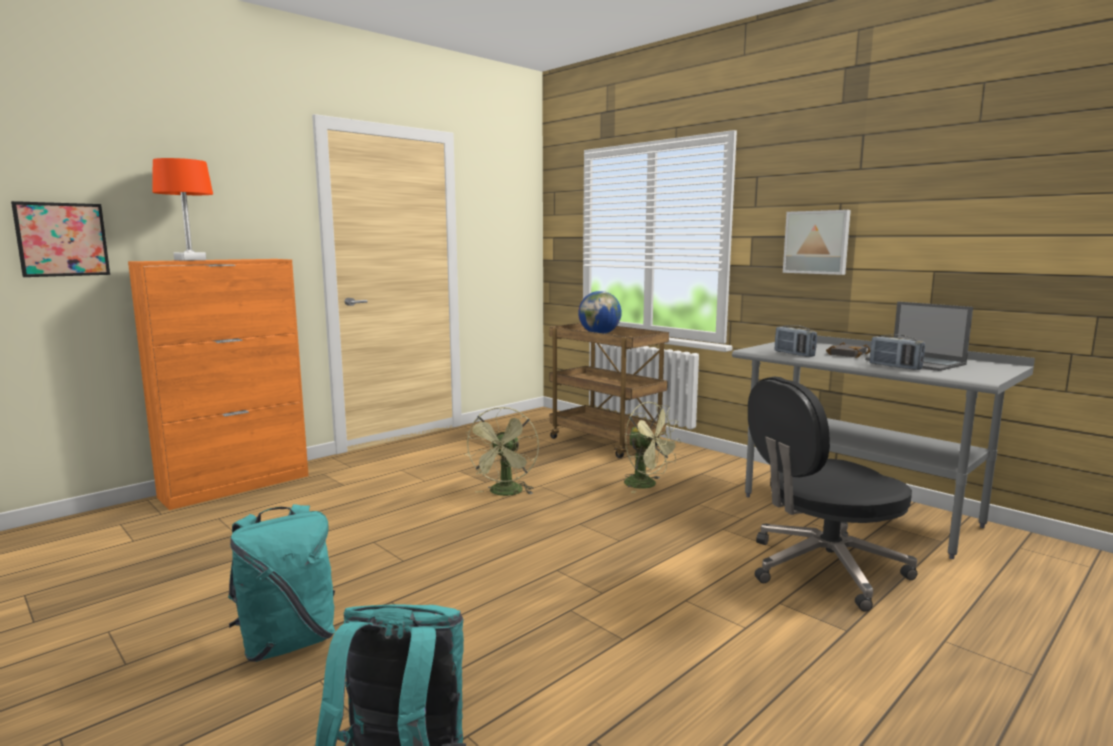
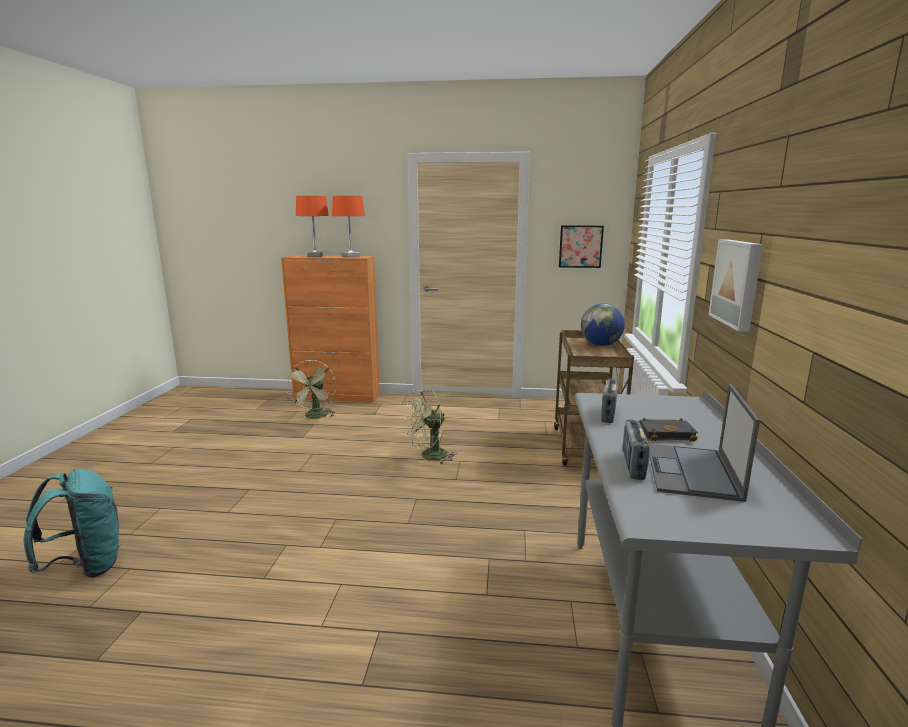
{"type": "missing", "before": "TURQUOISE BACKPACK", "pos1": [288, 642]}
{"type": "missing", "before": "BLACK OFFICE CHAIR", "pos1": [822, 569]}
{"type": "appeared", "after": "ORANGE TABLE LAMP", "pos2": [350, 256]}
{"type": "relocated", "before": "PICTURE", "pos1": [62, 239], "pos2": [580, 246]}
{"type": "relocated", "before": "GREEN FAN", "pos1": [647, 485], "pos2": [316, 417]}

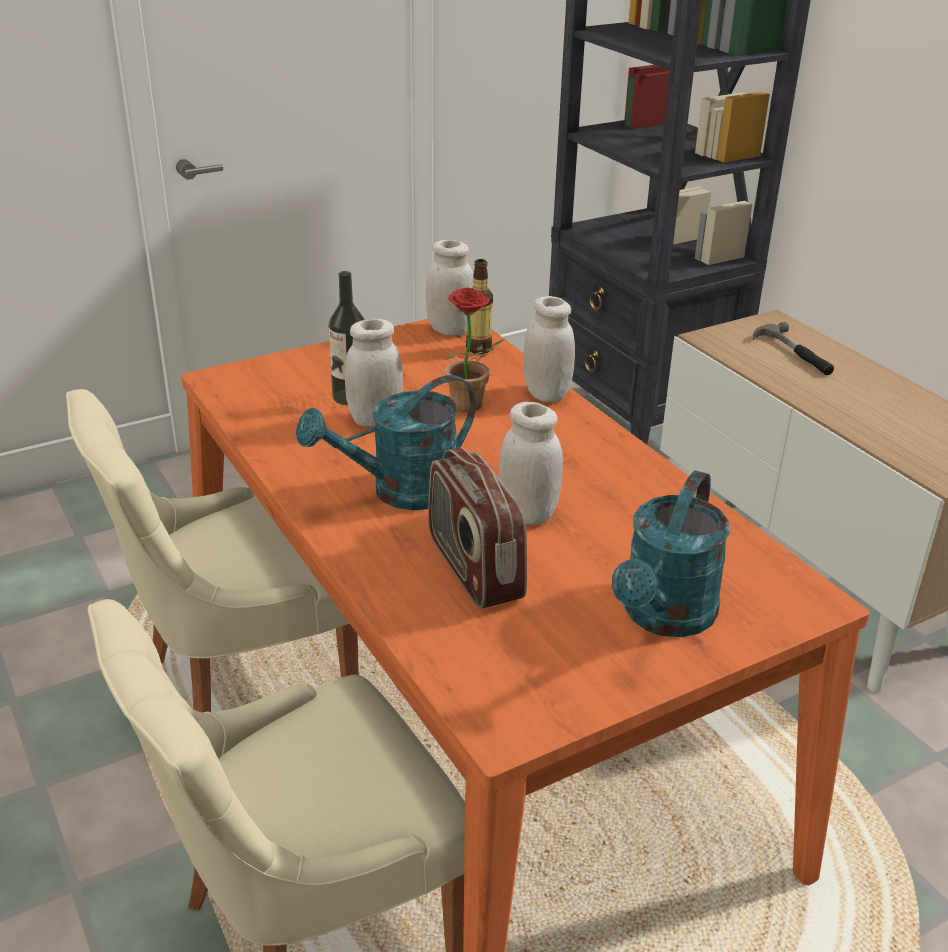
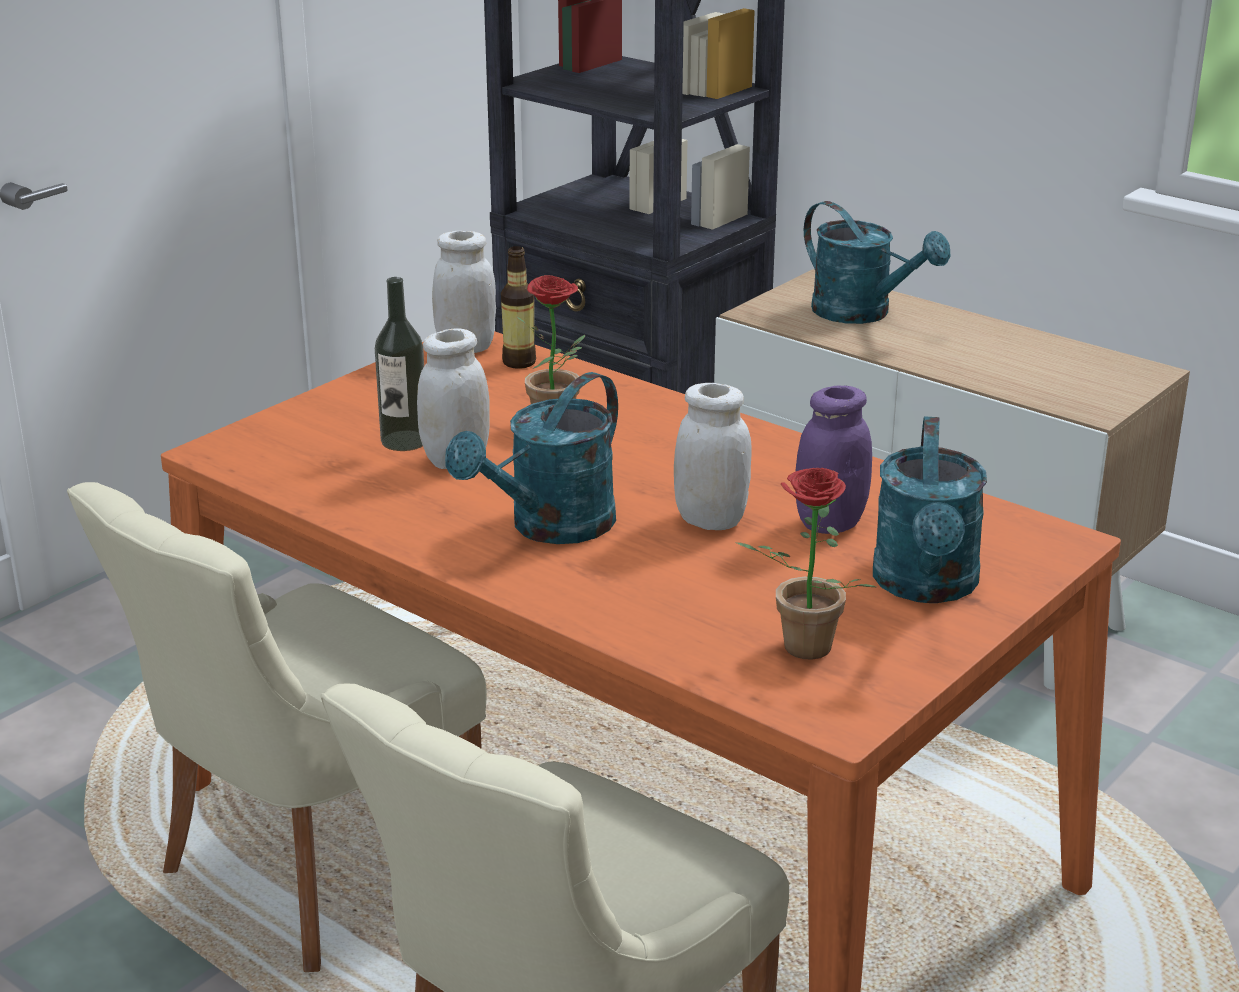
{"type": "missing", "before": "RADIO", "pos1": [473, 568]}
{"type": "missing", "before": "WHITE JAR", "pos1": [546, 394]}
{"type": "appeared", "after": "POTTED PLANT", "pos2": [799, 650]}
{"type": "appeared", "after": "PURPLE JAR", "pos2": [830, 523]}
{"type": "exchanged", "before": "HAMMER", "after": "TURQUOISE WATERING CAN", "pos1": [793, 353], "pos2": [863, 314]}

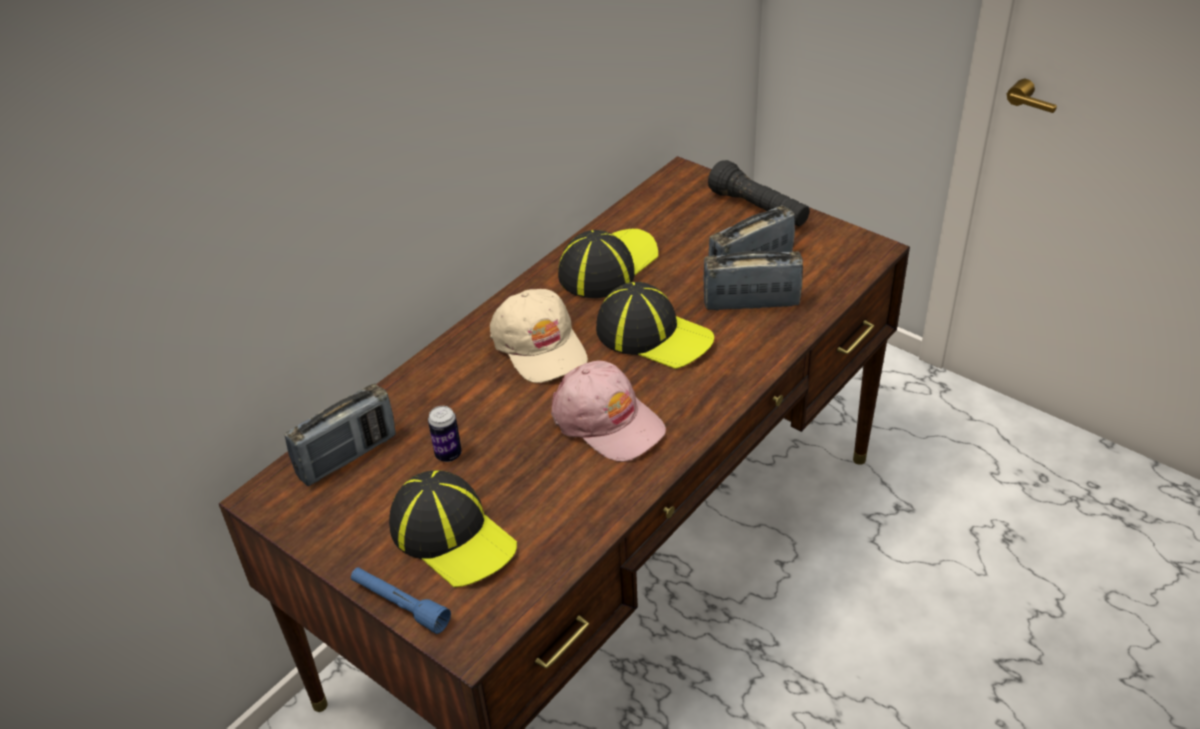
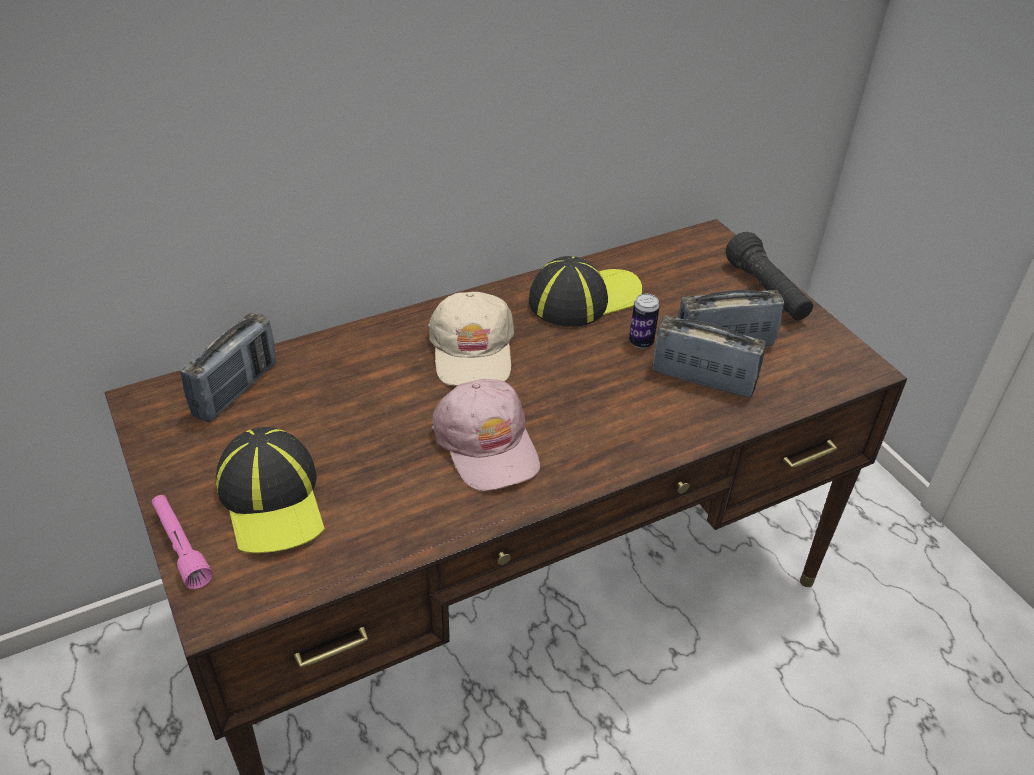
{"type": "missing", "before": "CAP", "pos1": [653, 335]}
{"type": "relocated", "before": "CAN", "pos1": [448, 454], "pos2": [641, 342]}
{"type": "colour", "before": "BLUE FLASHLIGHT", "after": "PINK FLASHLIGHT", "pos1": [400, 605], "pos2": [181, 547]}
{"type": "spun", "before": "RADIO", "pos1": [347, 456], "pos2": [236, 390], "turn": -45}

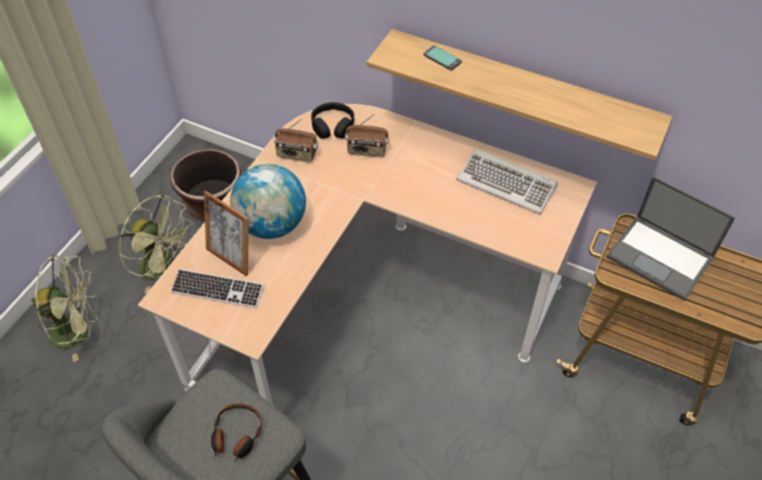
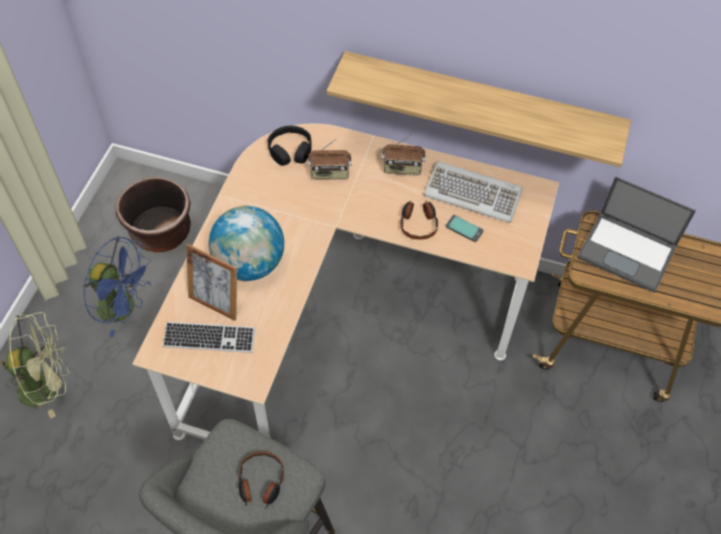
{"type": "appeared", "after": "HEADPHONES", "pos2": [418, 223]}
{"type": "relocated", "before": "RADIO", "pos1": [297, 155], "pos2": [402, 168]}
{"type": "relocated", "before": "PHONE", "pos1": [442, 58], "pos2": [464, 228]}
{"type": "colour", "before": "GREEN FAN", "after": "BLUE FAN", "pos1": [164, 268], "pos2": [124, 308]}

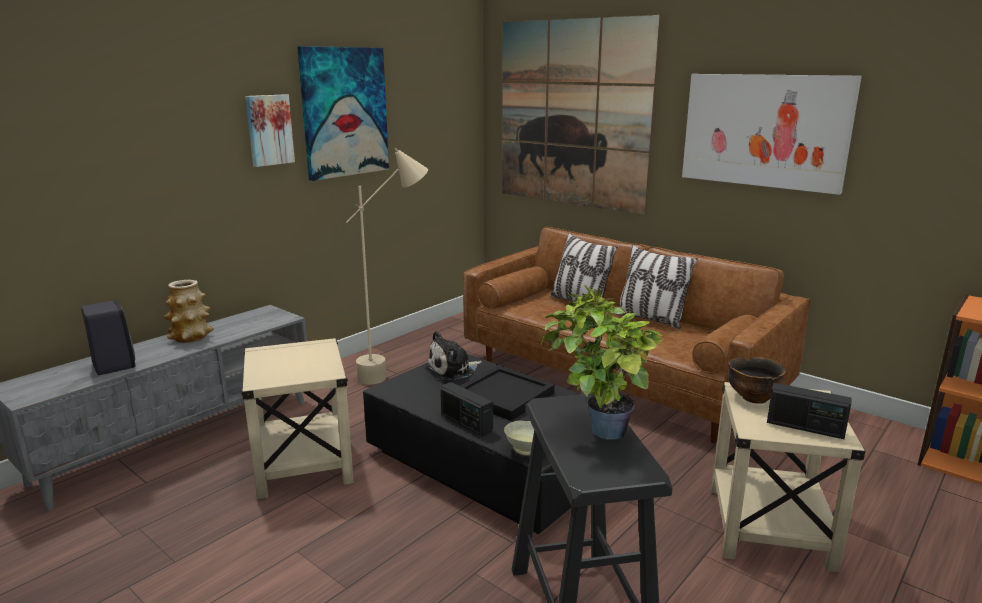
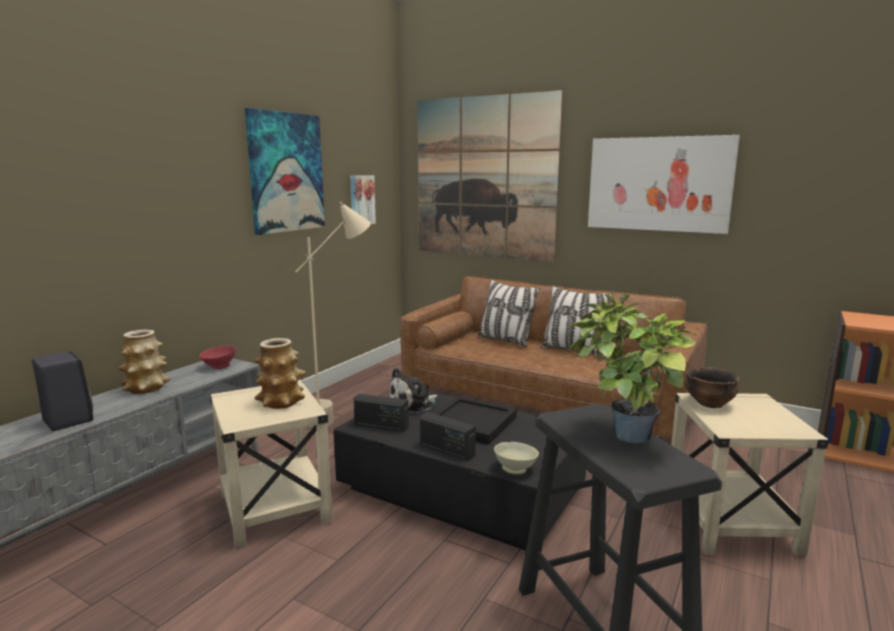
{"type": "appeared", "after": "RED BOWL", "pos2": [219, 366]}
{"type": "appeared", "after": "VASE", "pos2": [281, 402]}
{"type": "relocated", "before": "PICTURE", "pos1": [269, 130], "pos2": [361, 200]}
{"type": "relocated", "before": "RADIO", "pos1": [805, 427], "pos2": [381, 426]}

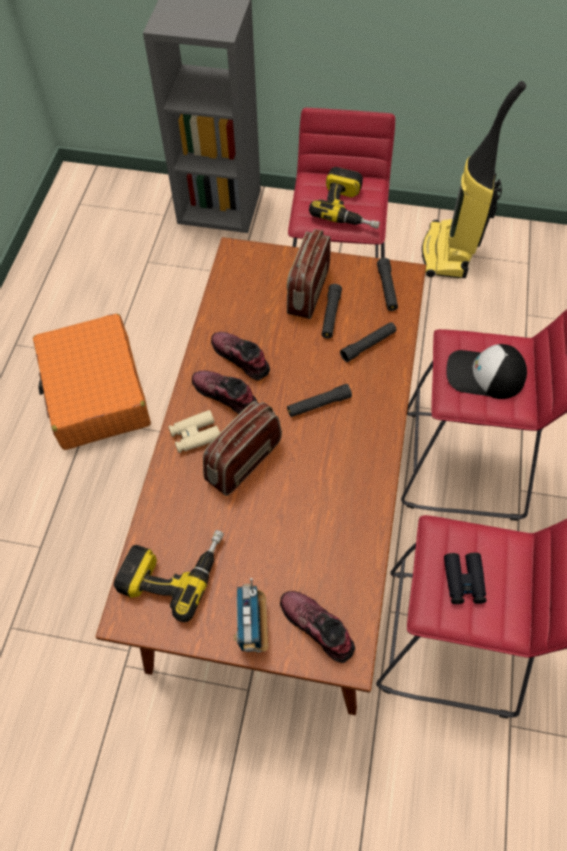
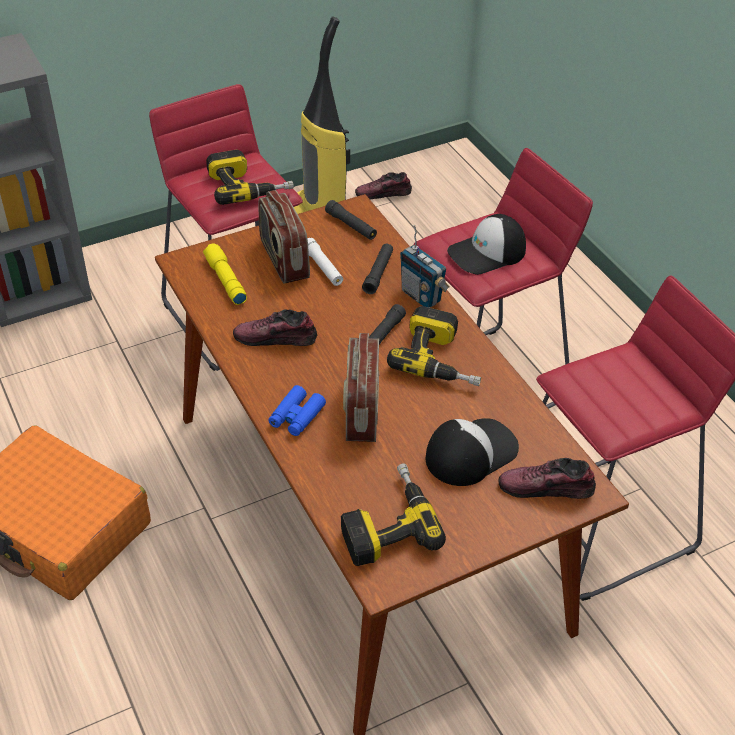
{"type": "missing", "before": "BLACK BINOCULARS", "pos1": [464, 581]}
{"type": "appeared", "after": "YELLOW FLASHLIGHT", "pos2": [225, 280]}
{"type": "appeared", "after": "POWER DRILL", "pos2": [441, 359]}
{"type": "appeared", "after": "CAP", "pos2": [470, 452]}
{"type": "relocated", "before": "SHOE", "pos1": [225, 396], "pos2": [383, 194]}
{"type": "relocated", "before": "RADIO", "pos1": [251, 629], "pos2": [421, 296]}
{"type": "colour", "before": "BEIGE BINOCULARS", "after": "BLUE BINOCULARS", "pos1": [195, 435], "pos2": [296, 416]}
{"type": "colour", "before": "BLACK FLASHLIGHT", "after": "WHITE FLASHLIGHT", "pos1": [330, 315], "pos2": [323, 267]}

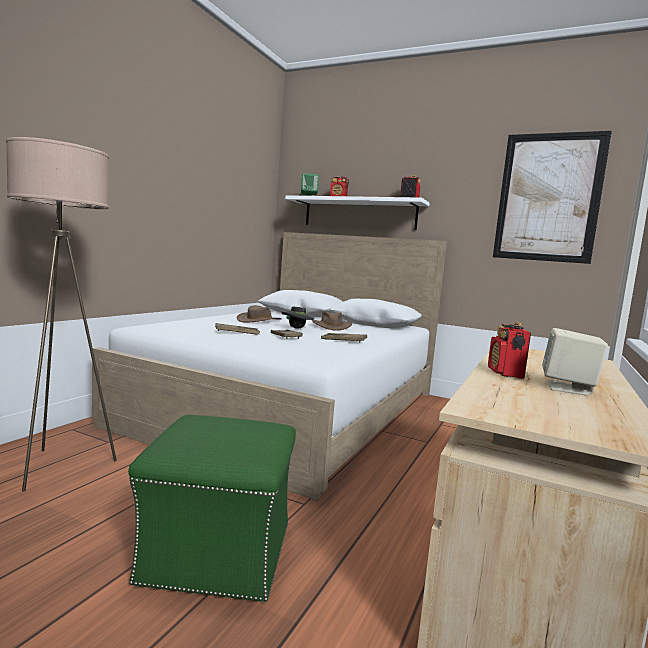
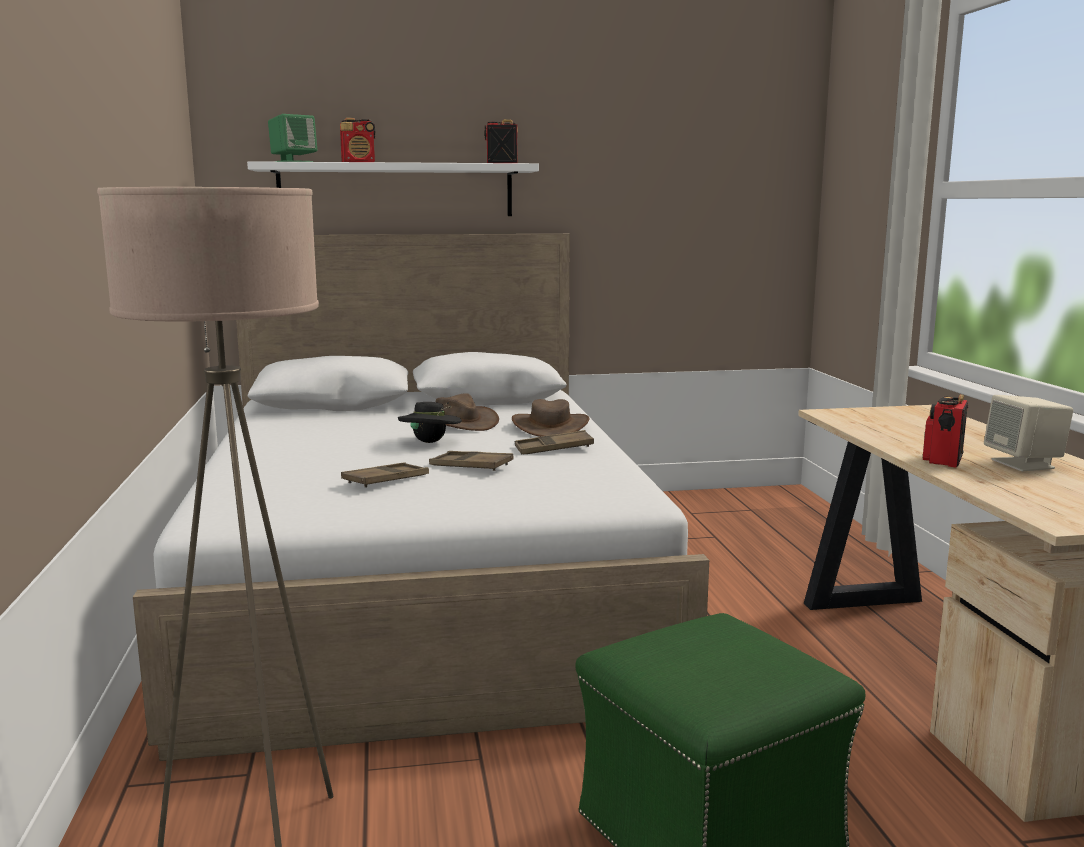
{"type": "missing", "before": "PICTURE", "pos1": [548, 198]}
{"type": "relocated", "before": "BROWN HAT", "pos1": [259, 320], "pos2": [550, 427]}
{"type": "spun", "before": "RADIO", "pos1": [505, 373], "pos2": [942, 460], "turn": 60}

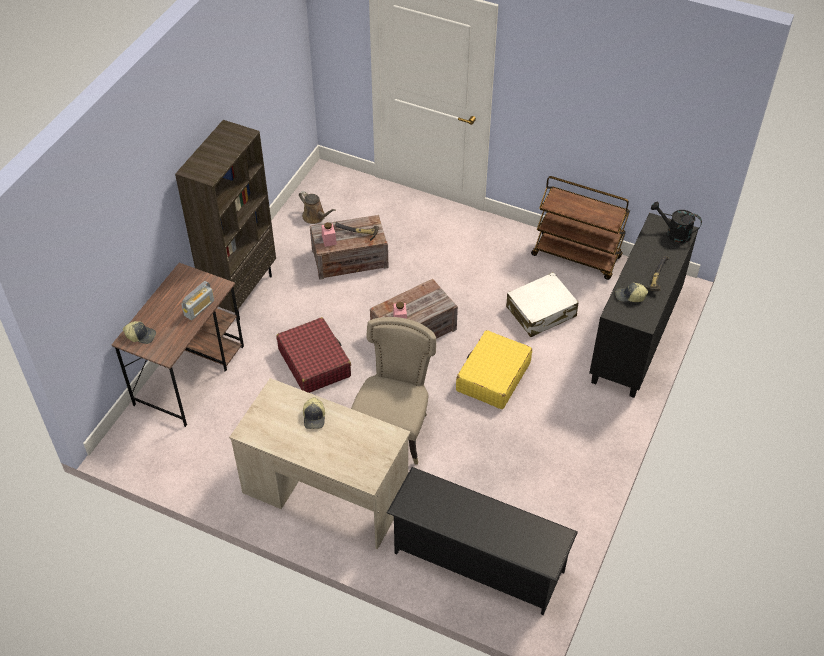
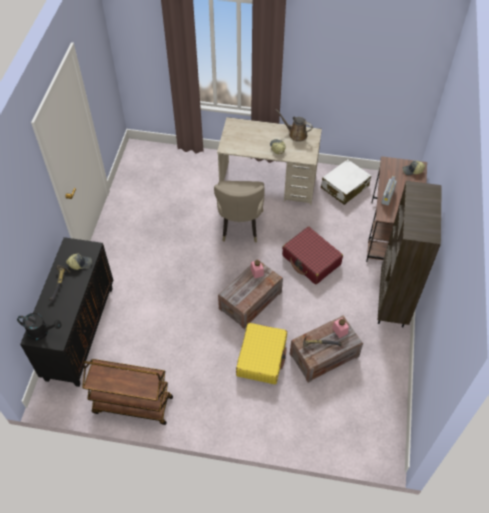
{"type": "missing", "before": "BLACK SHOE RACK", "pos1": [477, 561]}
{"type": "relocated", "before": "BROWN WATERING CAN", "pos1": [315, 217], "pos2": [296, 134]}
{"type": "relocated", "before": "YELLOW SUITCASE", "pos1": [493, 377], "pos2": [262, 357]}
{"type": "relocated", "before": "WHITE SUITCASE", "pos1": [541, 312], "pos2": [344, 187]}

